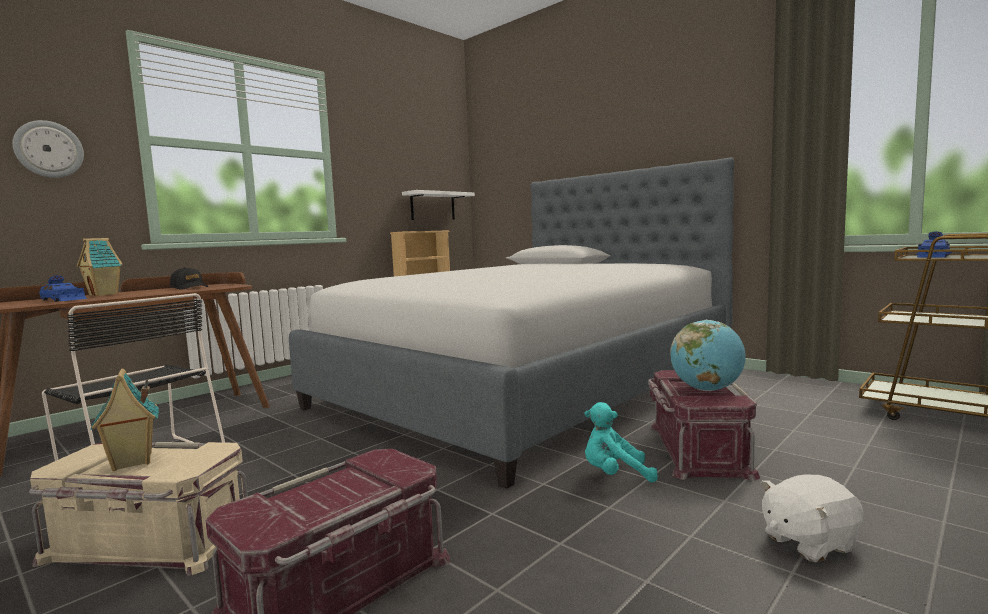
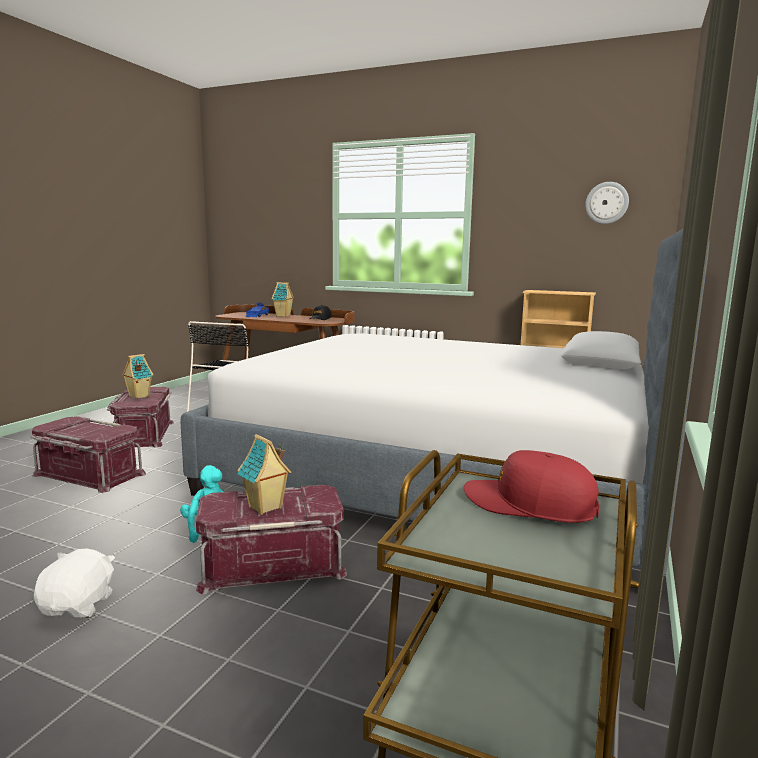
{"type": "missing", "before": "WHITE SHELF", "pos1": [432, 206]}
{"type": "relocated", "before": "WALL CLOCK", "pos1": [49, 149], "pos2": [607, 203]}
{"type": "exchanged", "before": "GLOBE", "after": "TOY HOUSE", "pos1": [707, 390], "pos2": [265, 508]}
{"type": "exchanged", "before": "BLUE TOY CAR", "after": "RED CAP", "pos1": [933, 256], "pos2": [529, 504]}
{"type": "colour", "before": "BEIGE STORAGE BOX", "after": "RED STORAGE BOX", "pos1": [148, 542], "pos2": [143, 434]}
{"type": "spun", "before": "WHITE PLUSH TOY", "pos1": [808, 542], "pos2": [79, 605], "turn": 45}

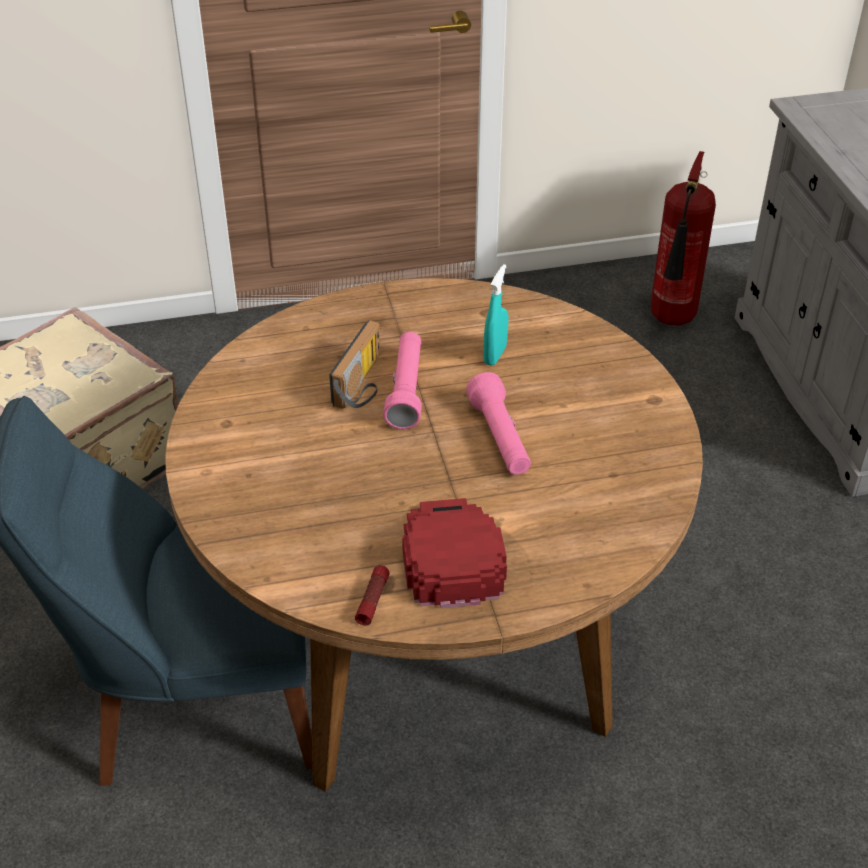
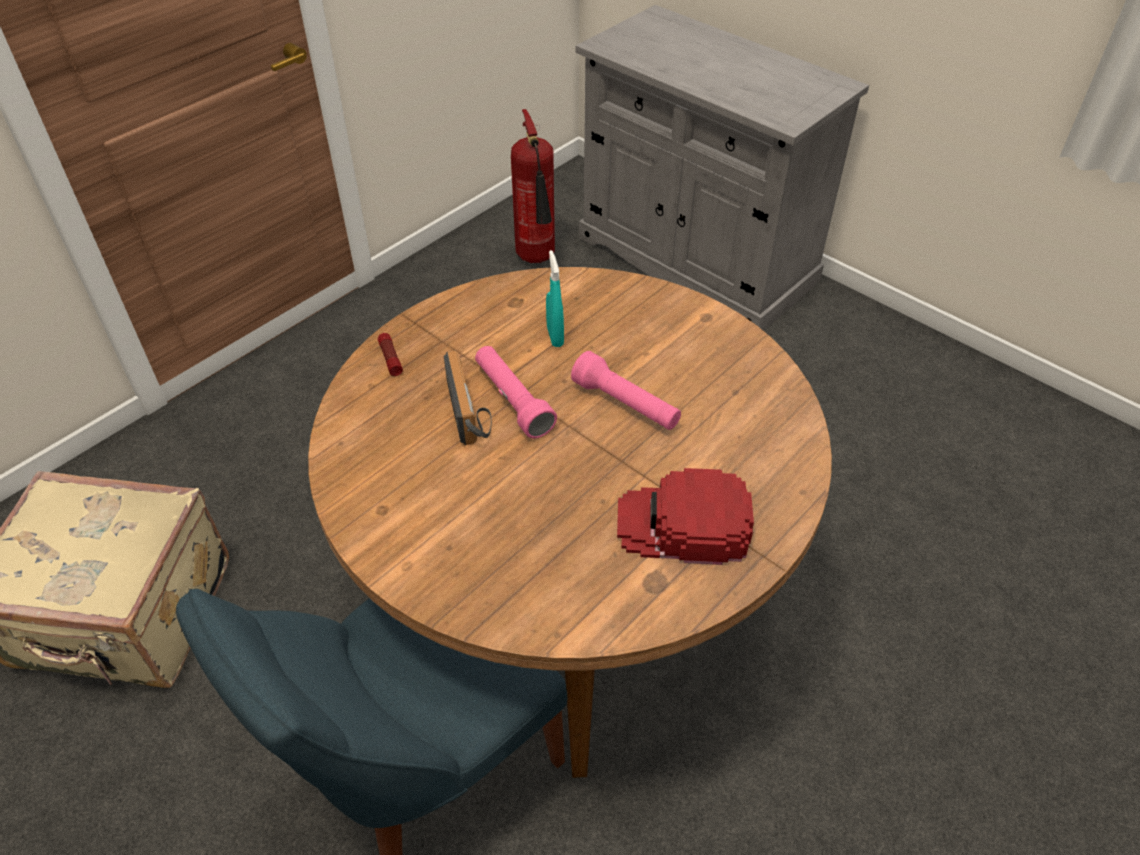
{"type": "relocated", "before": "FLASHLIGHT", "pos1": [372, 600], "pos2": [390, 359]}
{"type": "spun", "before": "RED CAP", "pos1": [450, 555], "pos2": [683, 525], "turn": -45}

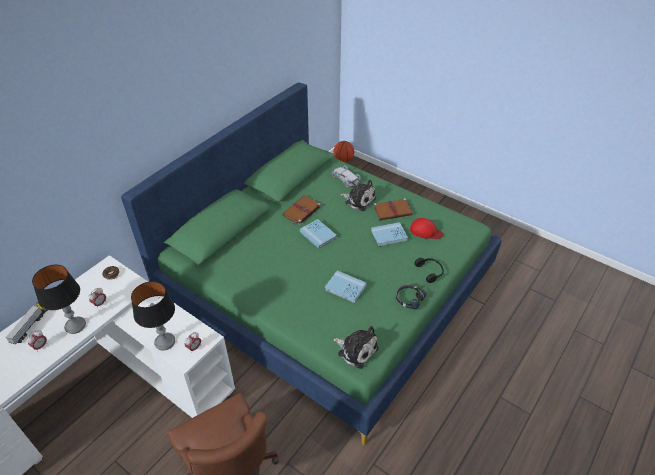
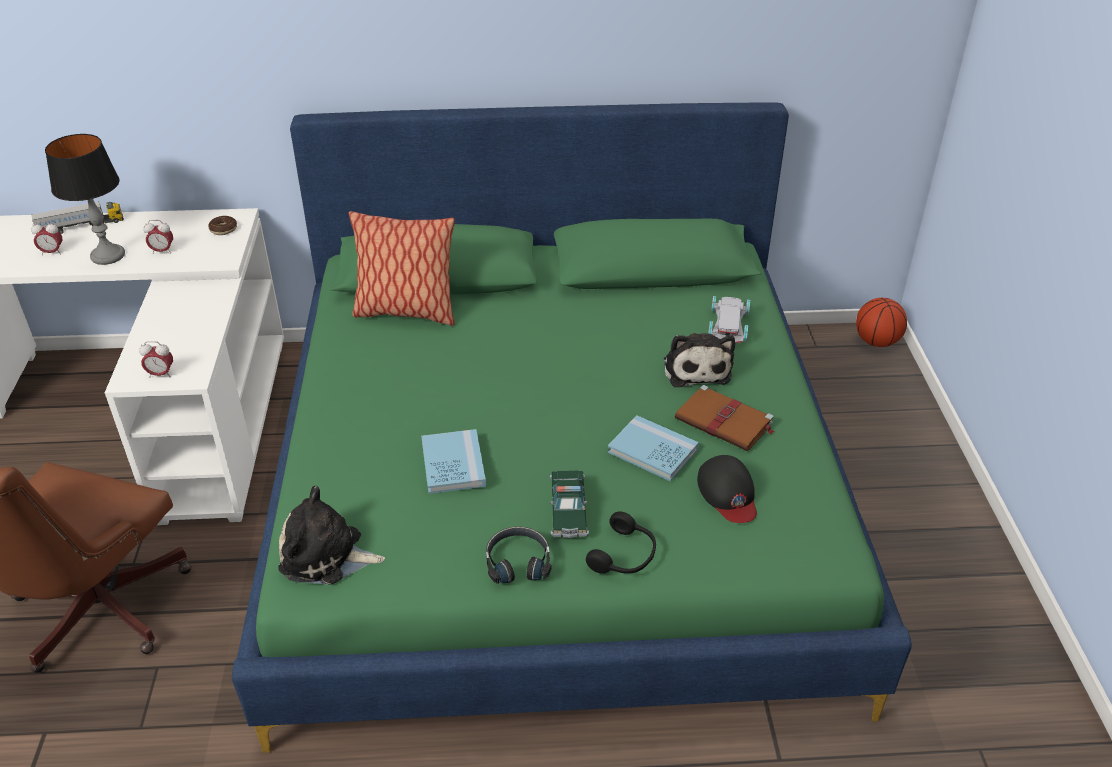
{"type": "missing", "before": "TABLE LAMP", "pos1": [165, 342]}
{"type": "missing", "before": "BROWN BOOK", "pos1": [301, 211]}
{"type": "missing", "before": "BLUE BOOK", "pos1": [318, 235]}
{"type": "appeared", "after": "PILLOW", "pos2": [406, 312]}
{"type": "appeared", "after": "TOY CAR", "pos2": [568, 510]}
{"type": "colour", "before": "RED CAP", "after": "BLACK CAP", "pos1": [426, 231], "pos2": [728, 493]}
{"type": "spun", "before": "PLUSH TOY", "pos1": [356, 349], "pos2": [326, 556], "turn": 105}

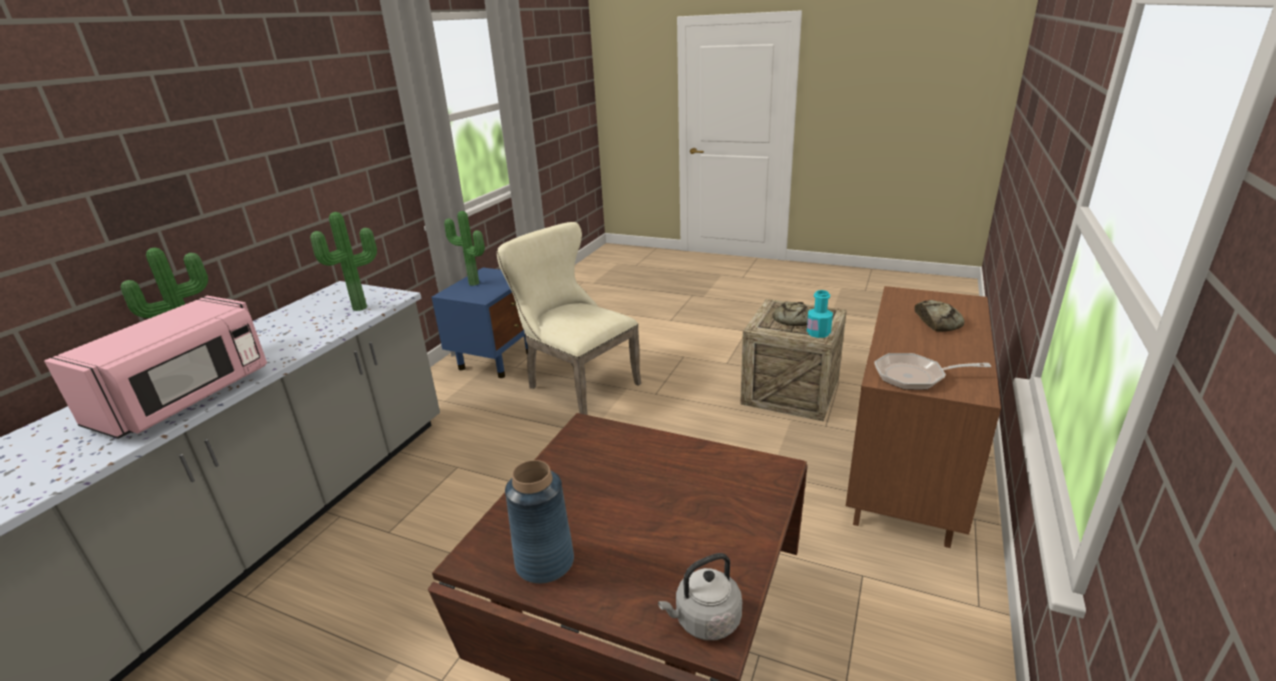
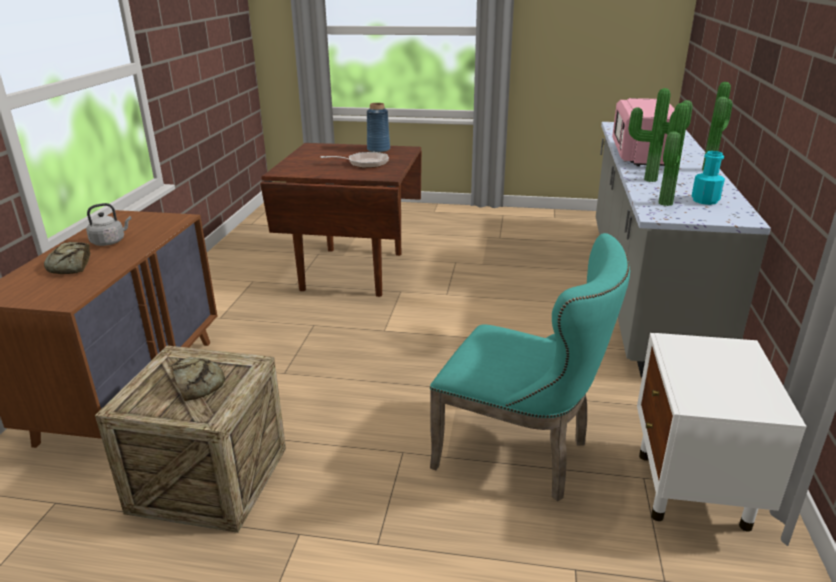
{"type": "relocated", "before": "POTTED PLANT", "pos1": [472, 284], "pos2": [650, 179]}
{"type": "relocated", "before": "GREY KETTLE", "pos1": [704, 621], "pos2": [110, 242]}
{"type": "relocated", "before": "TURQUOISE BOTTLE", "pos1": [818, 333], "pos2": [705, 200]}
{"type": "relocated", "before": "FRYING PAN", "pos1": [915, 377], "pos2": [364, 163]}
{"type": "colour", "before": "BLUE NIGHTSTAND", "after": "WHITE NIGHTSTAND", "pos1": [497, 360], "pos2": [692, 491]}
{"type": "colour", "before": "BEIGE CHAIR", "after": "TURQUOISE CHAIR", "pos1": [576, 385], "pos2": [521, 454]}

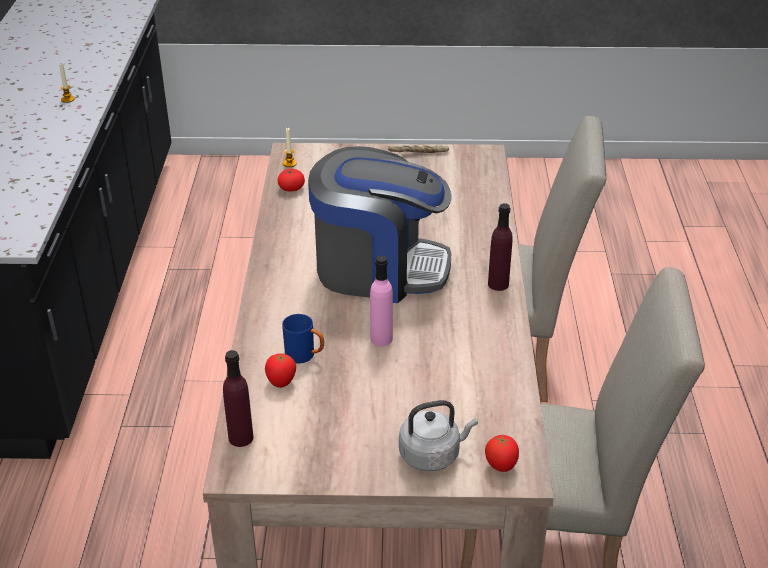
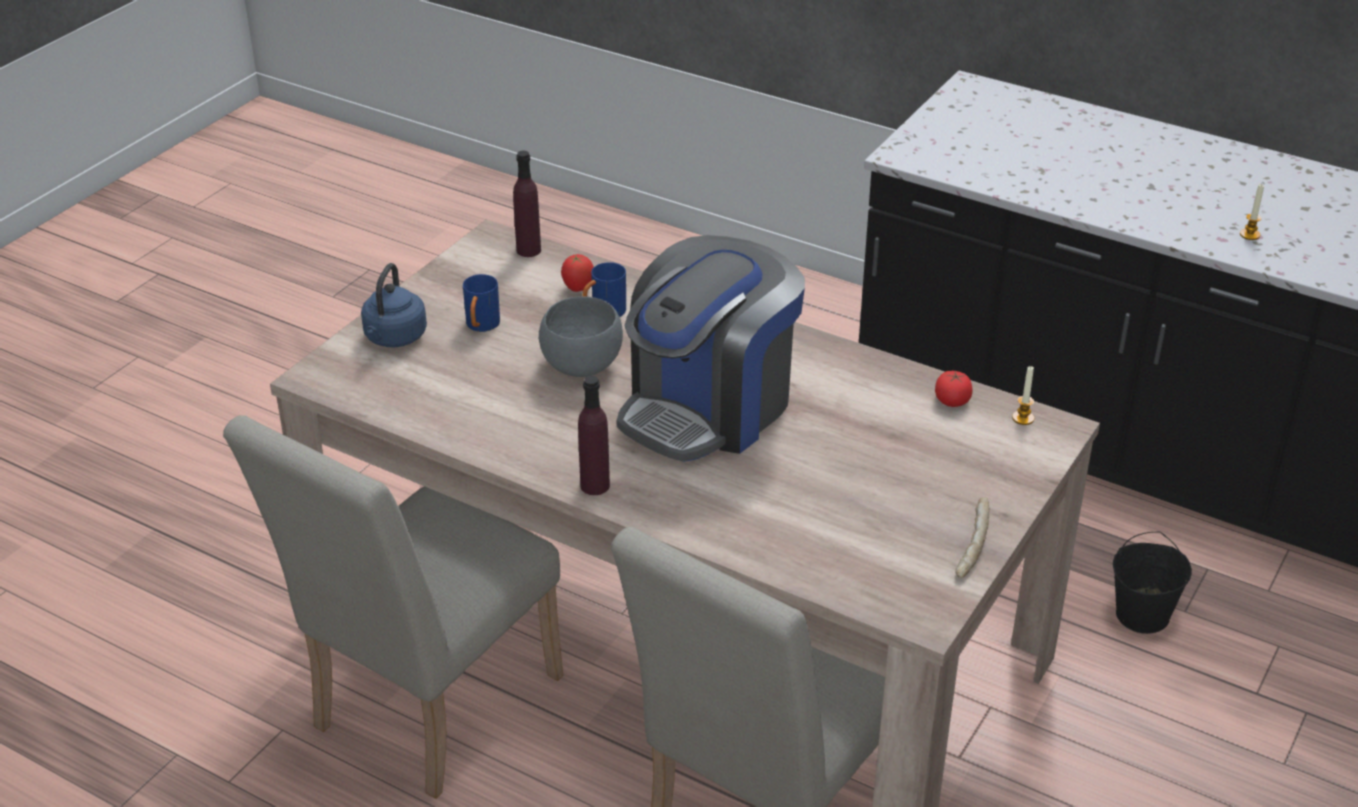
{"type": "missing", "before": "TOMATO", "pos1": [501, 466]}
{"type": "appeared", "after": "BLUE MUG", "pos2": [481, 327]}
{"type": "appeared", "after": "BLACK BUCKET", "pos2": [1143, 615]}
{"type": "exchanged", "before": "PINK BOTTLE", "after": "GREY BOWL", "pos1": [381, 339], "pos2": [582, 366]}
{"type": "colour", "before": "GREY KETTLE", "after": "BLUE KETTLE", "pos1": [432, 454], "pos2": [394, 338]}

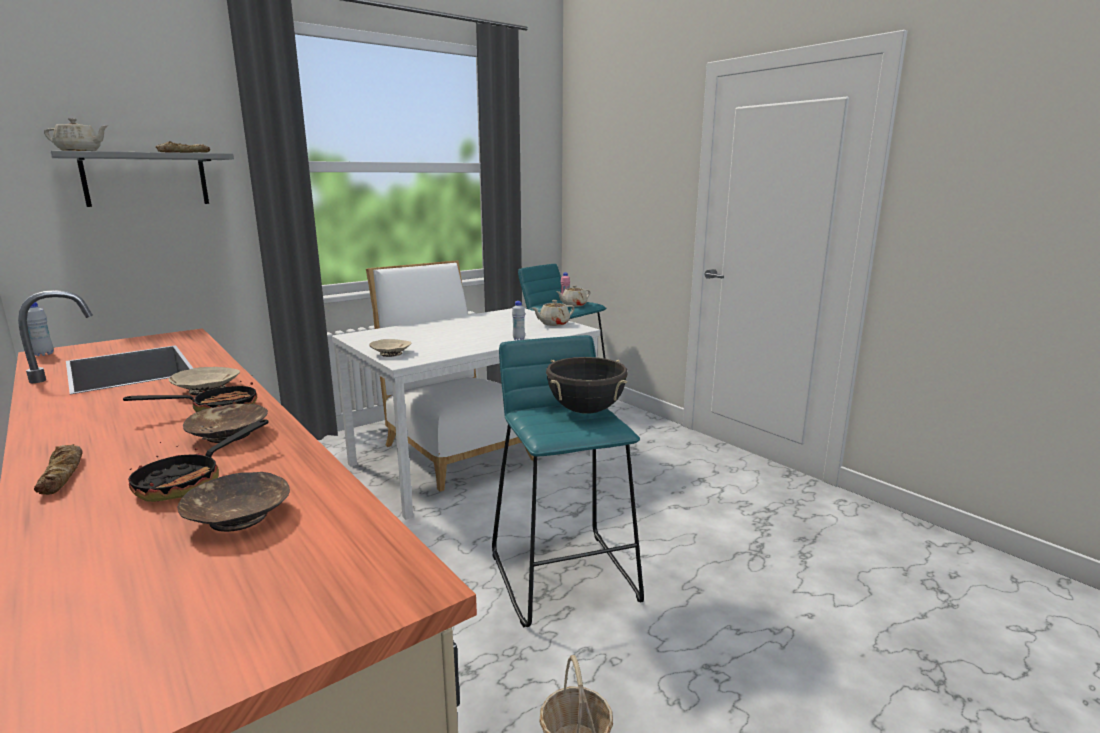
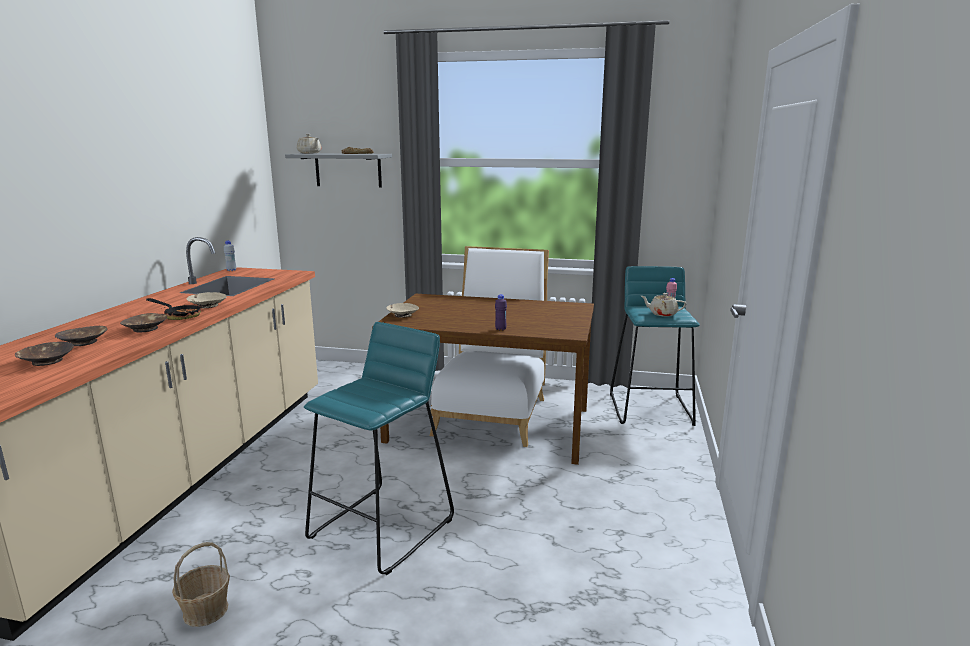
{"type": "missing", "before": "BREAD", "pos1": [63, 475]}
{"type": "missing", "before": "BEIGE TEAPOT", "pos1": [553, 324]}
{"type": "missing", "before": "BLACK COOKING POT", "pos1": [585, 410]}
{"type": "exchanged", "before": "FRYING PAN", "after": "BROWN BOWL", "pos1": [190, 481], "pos2": [83, 342]}
{"type": "colour", "before": "WHITE DINING TABLE", "after": "BROWN DINING TABLE", "pos1": [474, 458], "pos2": [491, 424]}
{"type": "colour", "before": "WHITE BOTTLE", "after": "PURPLE BOTTLE", "pos1": [518, 339], "pos2": [500, 329]}

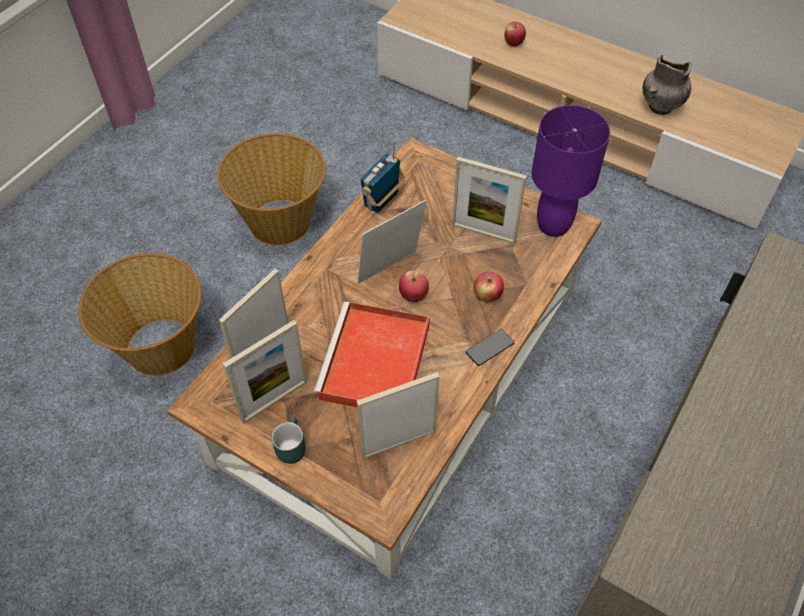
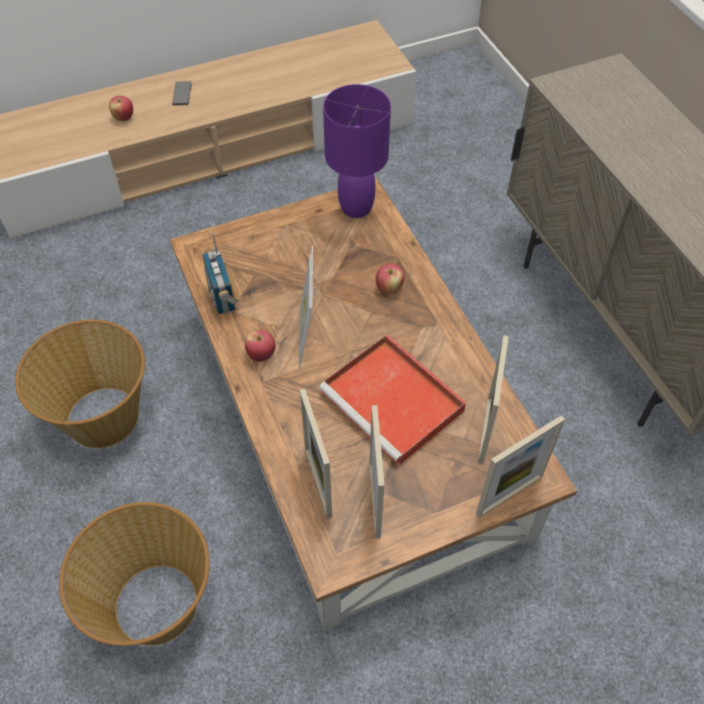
{"type": "missing", "before": "TURQUOISE MUG", "pos1": [289, 446]}
{"type": "missing", "before": "GREY VASE", "pos1": [661, 106]}
{"type": "relocated", "before": "APPLE", "pos1": [413, 296], "pos2": [261, 355]}
{"type": "relocated", "before": "PICTURE FRAME", "pos1": [483, 233], "pos2": [509, 495]}
{"type": "relocated", "before": "PHONE", "pos1": [489, 348], "pos2": [182, 94]}

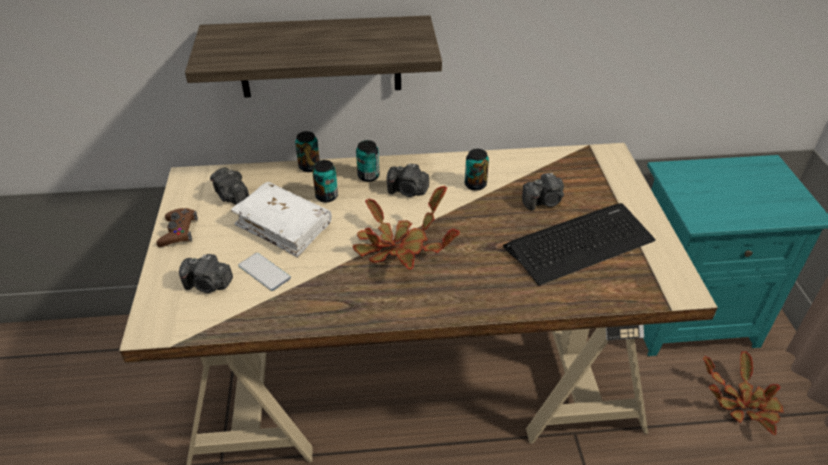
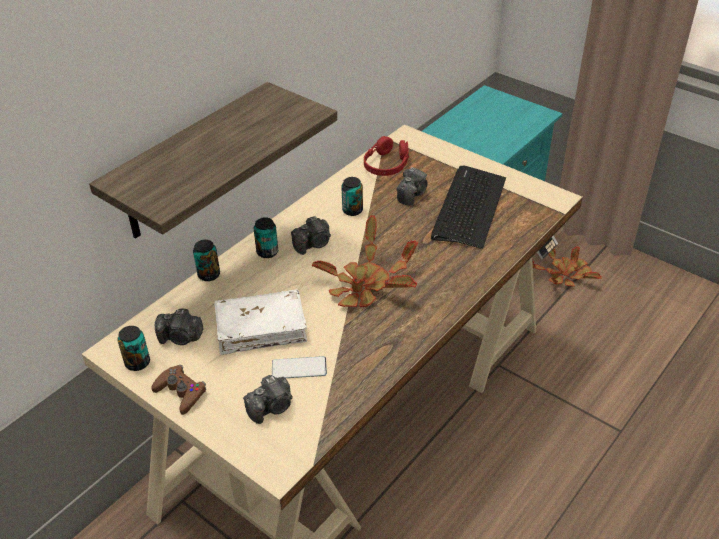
{"type": "appeared", "after": "RED HEADPHONES", "pos2": [386, 165]}
{"type": "relocated", "before": "CAN", "pos1": [326, 196], "pos2": [137, 363]}

